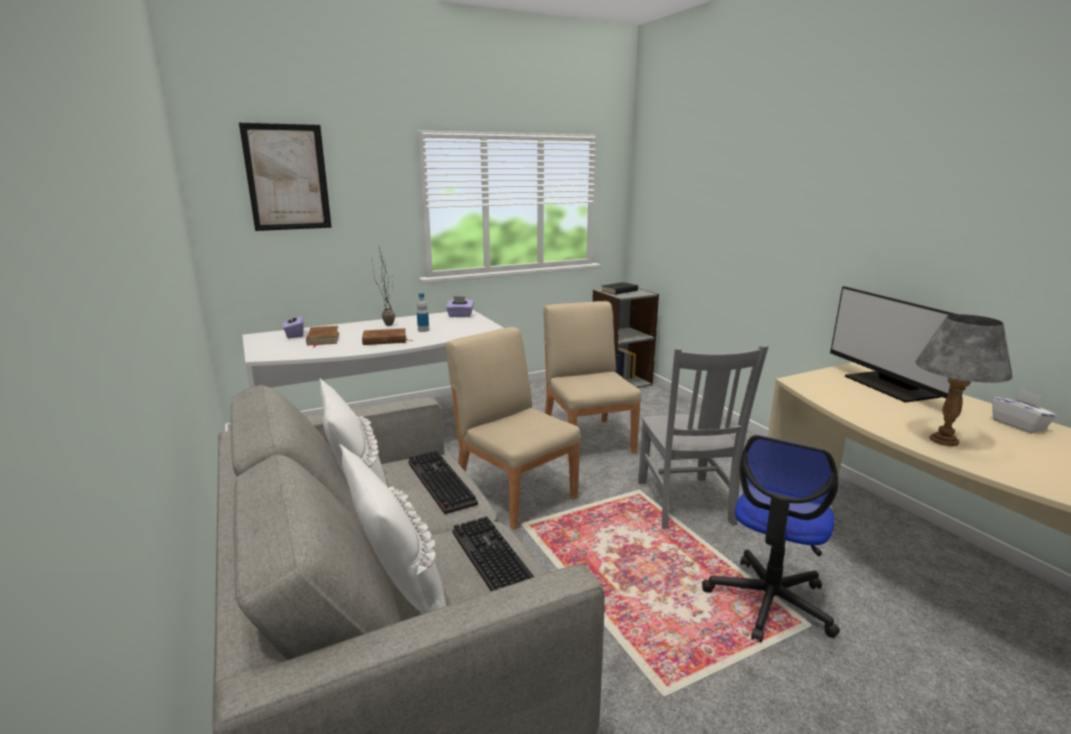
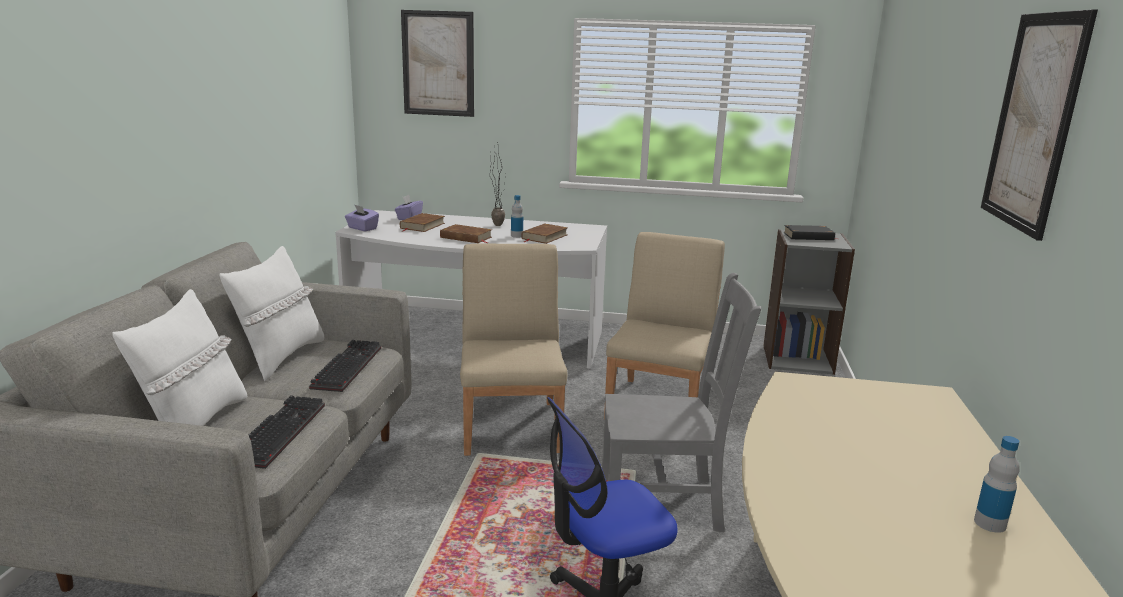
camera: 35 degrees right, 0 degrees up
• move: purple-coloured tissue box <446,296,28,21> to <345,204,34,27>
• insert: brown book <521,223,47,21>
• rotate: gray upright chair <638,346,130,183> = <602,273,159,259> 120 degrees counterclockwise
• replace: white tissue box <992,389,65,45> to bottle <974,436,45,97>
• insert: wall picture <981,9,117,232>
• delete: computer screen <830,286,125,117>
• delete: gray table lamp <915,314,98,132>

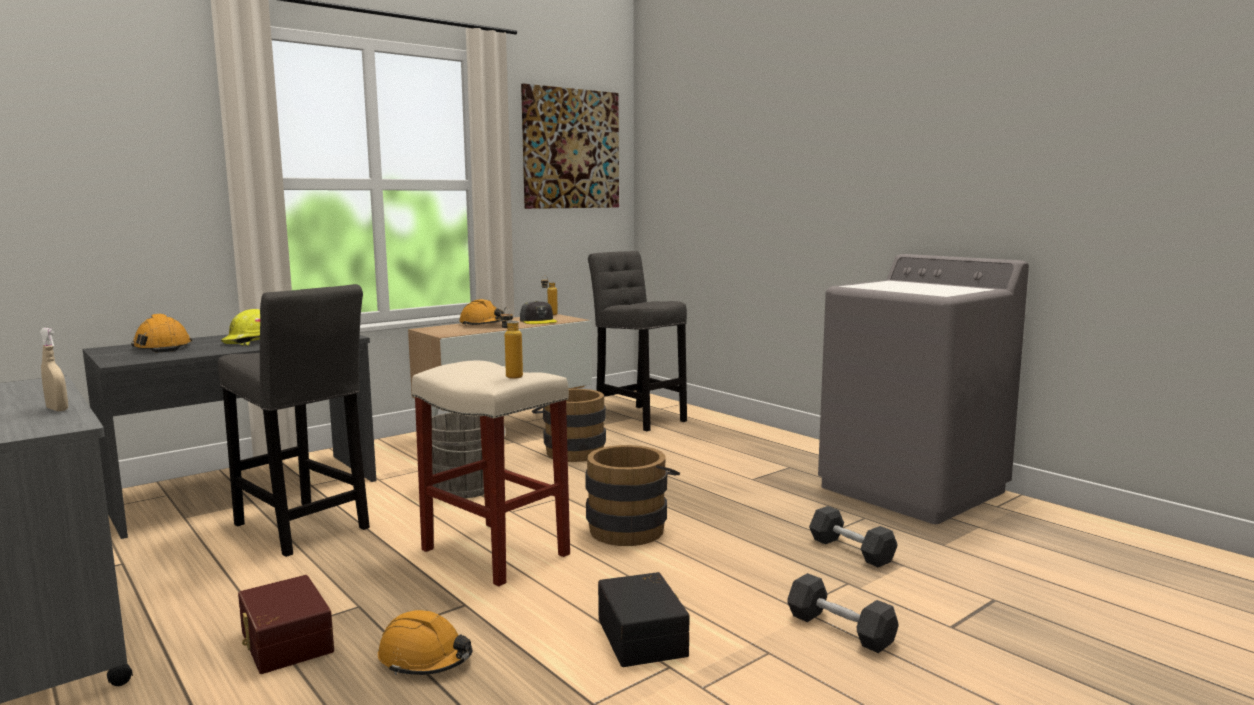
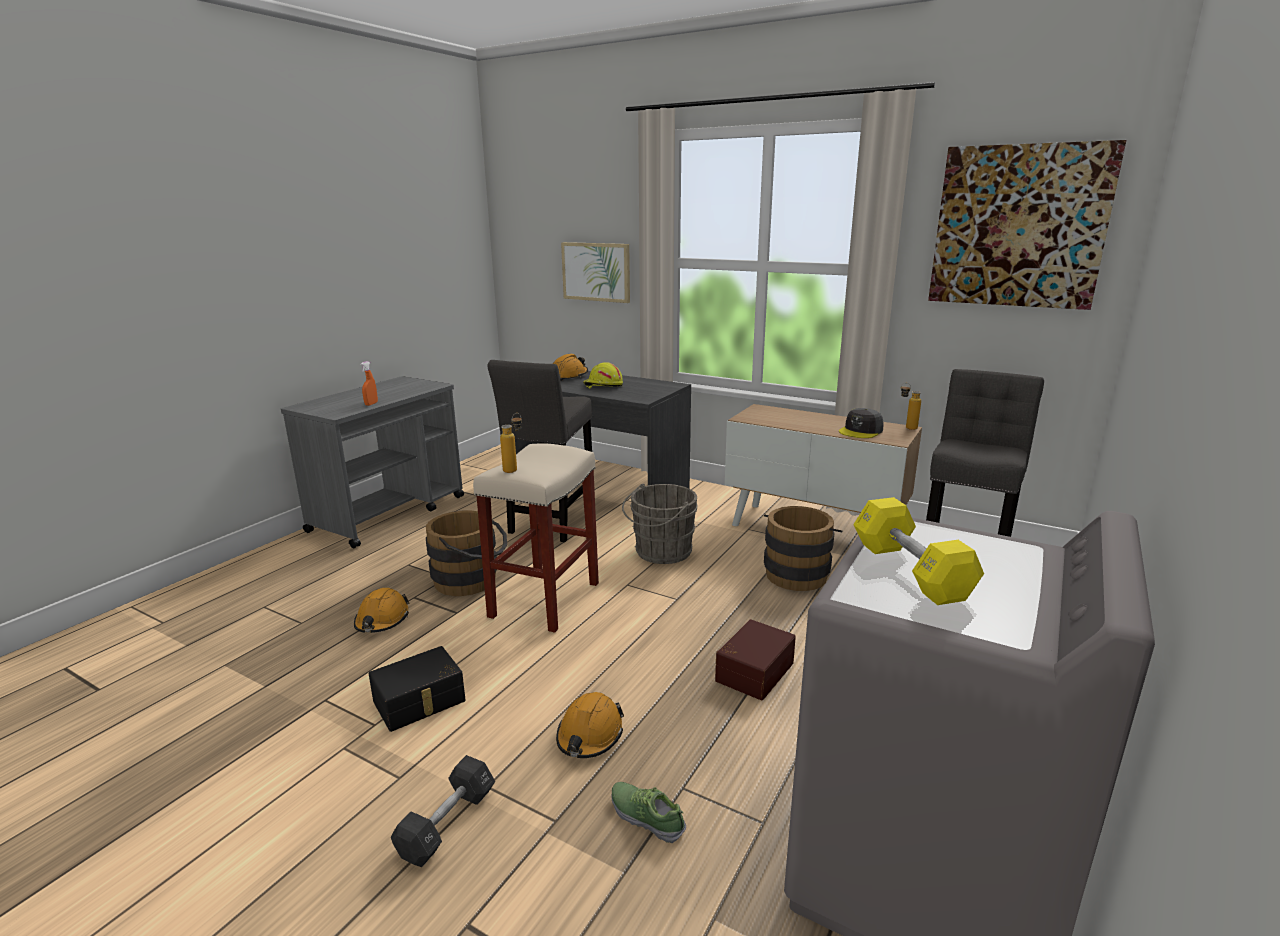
camera: 70 degrees right, 10 degrees up
• recolor: sand-coloured sprayer <40,328,28,83> to orange-coloured sprayer <360,361,18,45>
• move: brown water bucket <585,445,95,101> to <426,511,81,85>
• move: orange-coloured hard hat <459,299,45,27> to <556,692,68,66>
• insert: wall picture <561,242,69,61>
• replace: blackish dumbbell <809,506,89,61> to shoe <611,782,75,61>
• move: brown storage box <238,575,96,99> to <715,619,81,81>
• insert: yellow dumbbell <853,497,131,108>

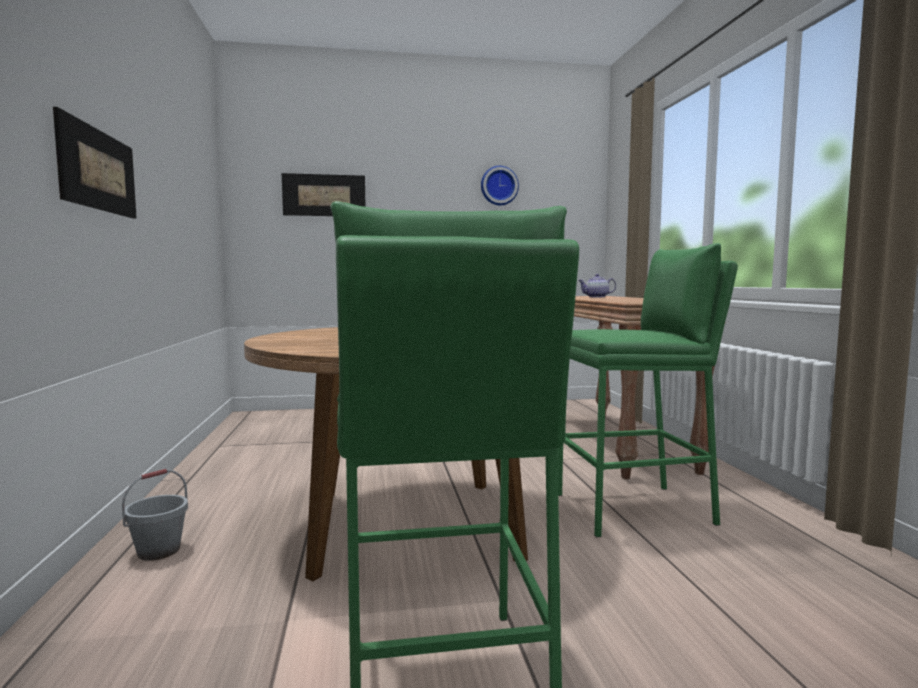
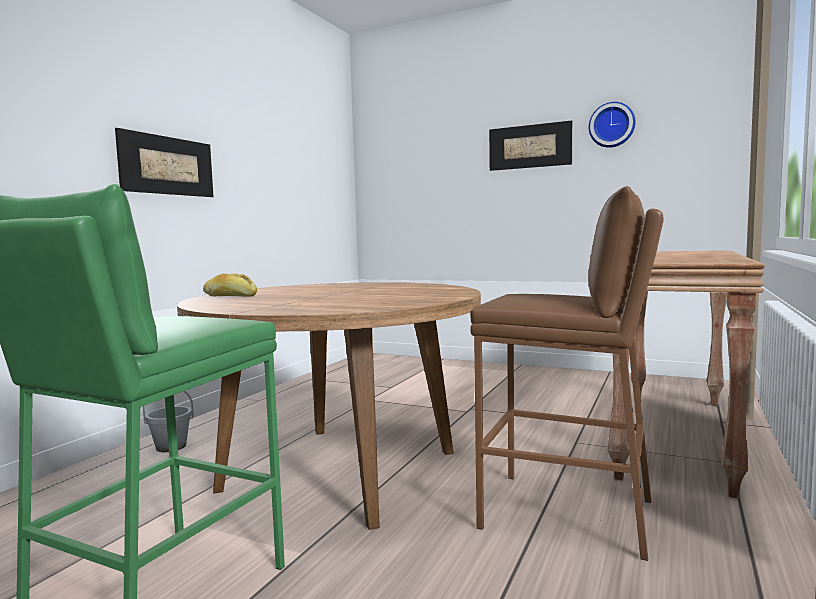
camera: 35 degrees right, 0 degrees up
• insert: baked bread <203,273,54,24>
• recolor: greenish sitting stool <558,243,180,294> to brown sitting stool <470,186,194,375>
• move: wall picture <282,173,84,43> to <489,120,83,51>
• delete: teapot <578,274,38,23>

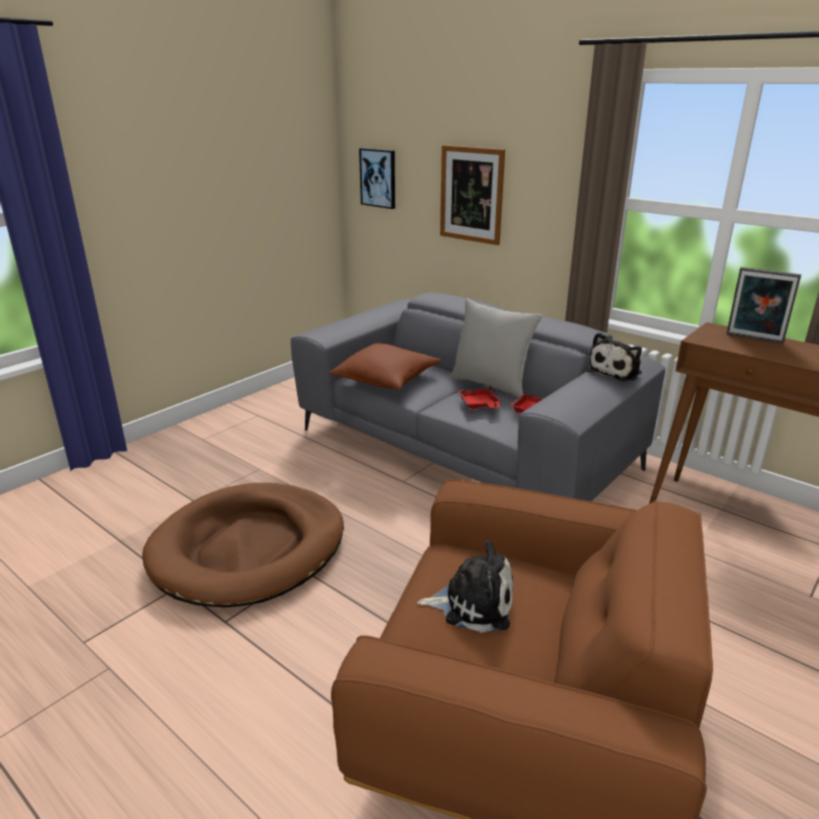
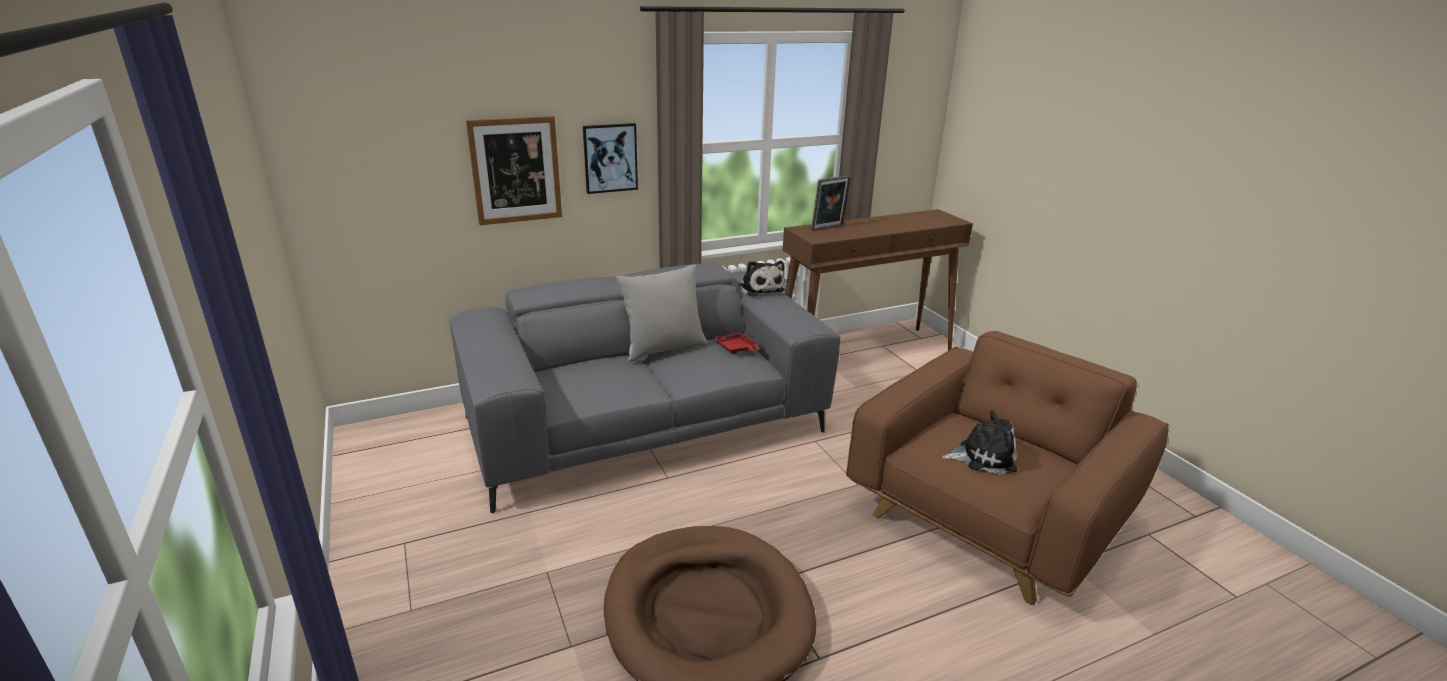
camera: 65 degrees left, 0 degrees up
• move: wall picture <359,148,36,61> to <583,123,55,71>
• rotate: cuddly toy <417,540,97,93> = <942,410,75,65> 60 degrees clockwise
• delete: brown cushion <329,343,113,47>
• delete: red tray <458,385,43,24>

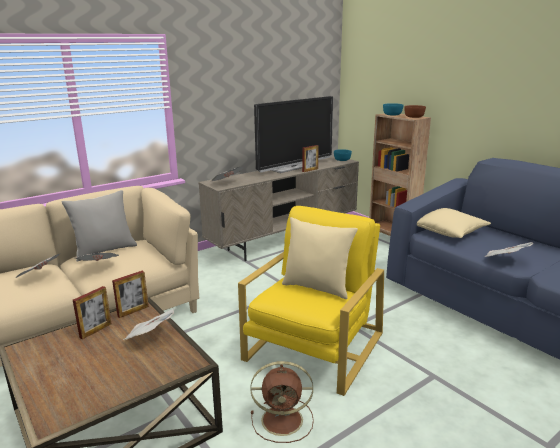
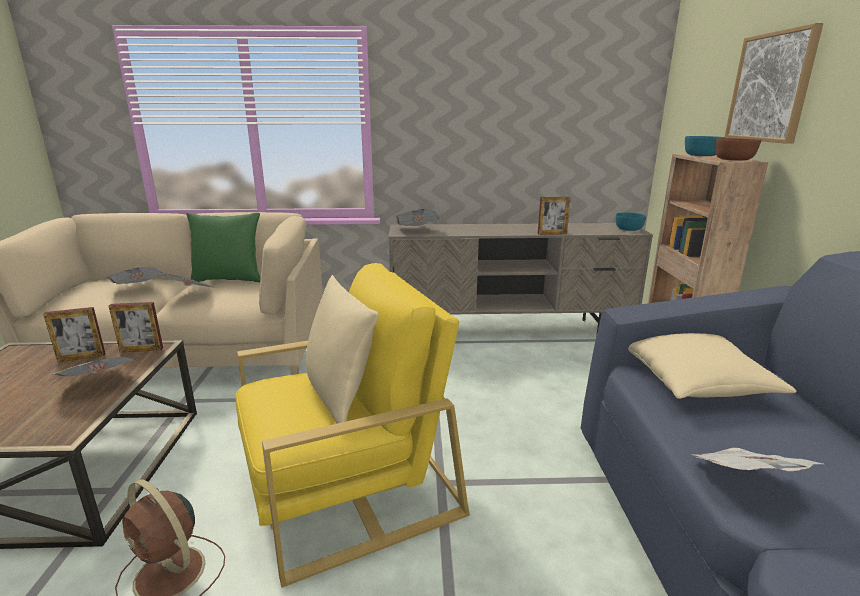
camera: 35 degrees right, 0 degrees up
• recolor: gray cushion <62,190,75,72> to greenish cushion <187,213,74,69>
• insert: wall picture <725,23,98,121>
• delete: TV set <254,96,79,77>

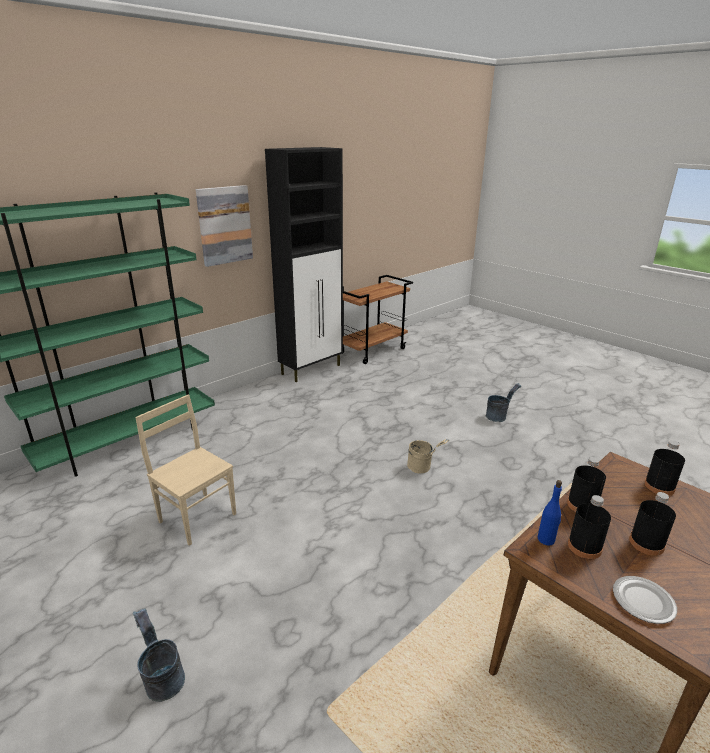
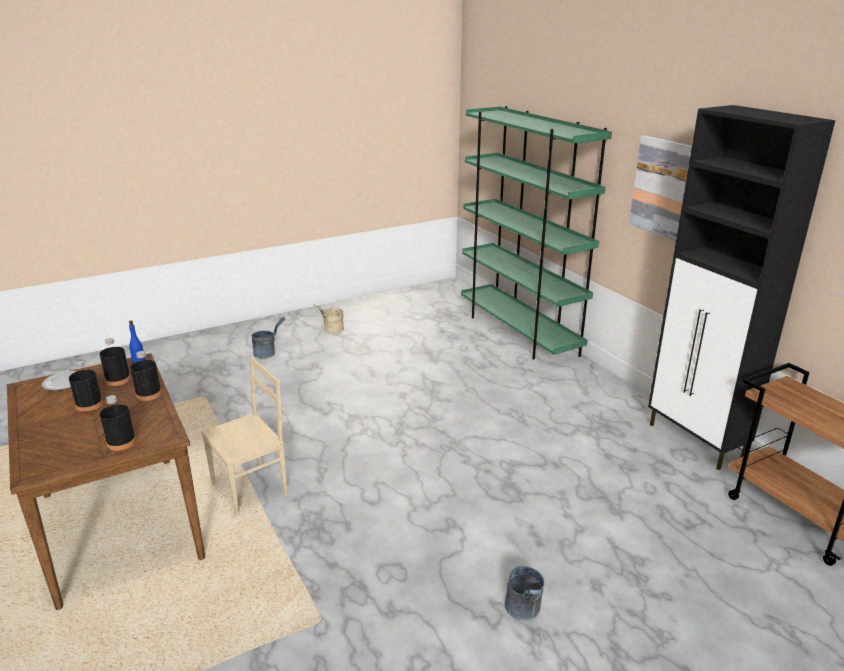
camera: 105 degrees right, 0 degrees up
• move: sand-coloured upright chair <135,394,101,152> to <201,357,87,159>
• move: sand-coloured water bucket <407,439,42,34> to <312,304,32,30>

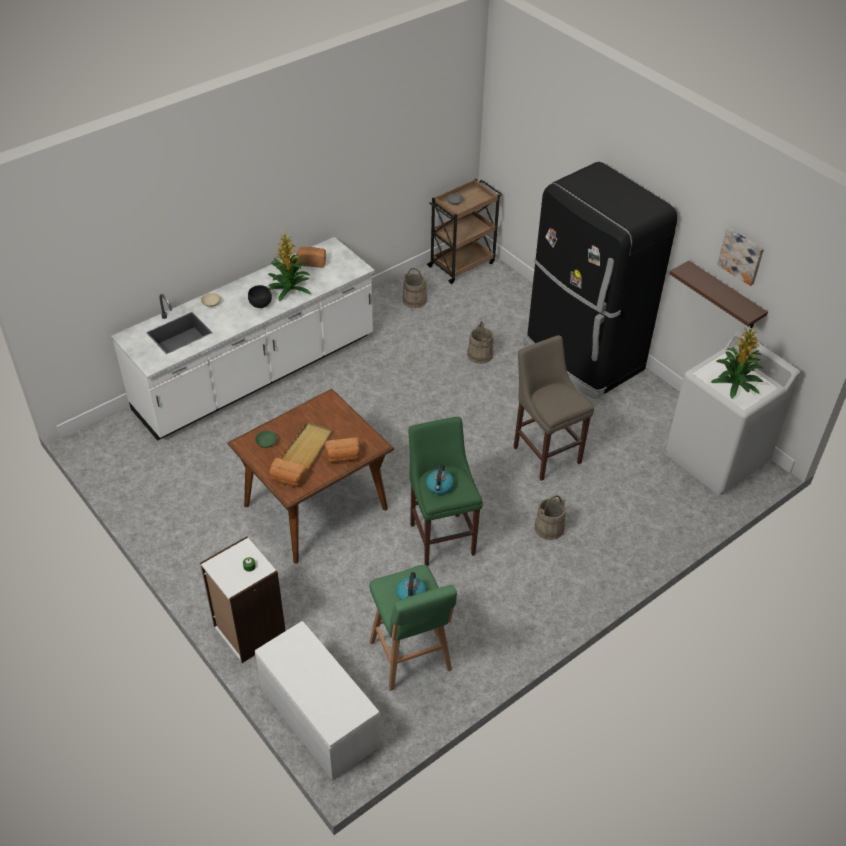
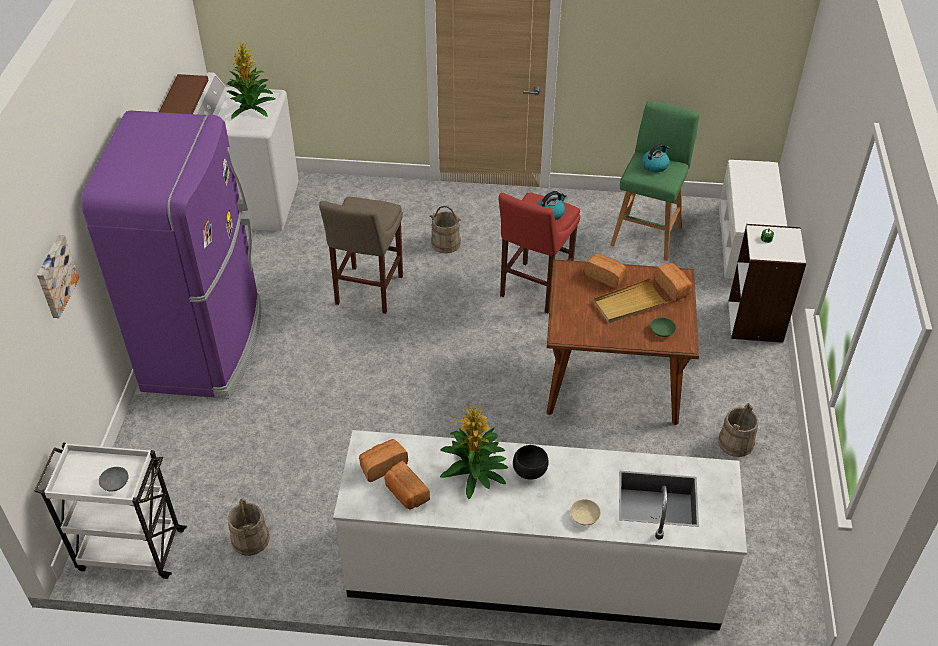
camera: 135 degrees left, 0 degrees up
• recolor: brown trolley <427,179,75,105> to white trolley <34,443,153,136>
• move: wall picture <717,228,47,58> to <37,235,42,83>
• recolor: blackish fridge <523,162,155,237> to purple-coloured fridge <81,111,180,288>
• insert: baked bread <359,439,49,43>
• recolor: greenish sitting stool <408,417,75,149> to red sitting stool <498,192,83,121>
• move: sand-coloured water bucket <468,321,26,43> to <718,403,40,54>

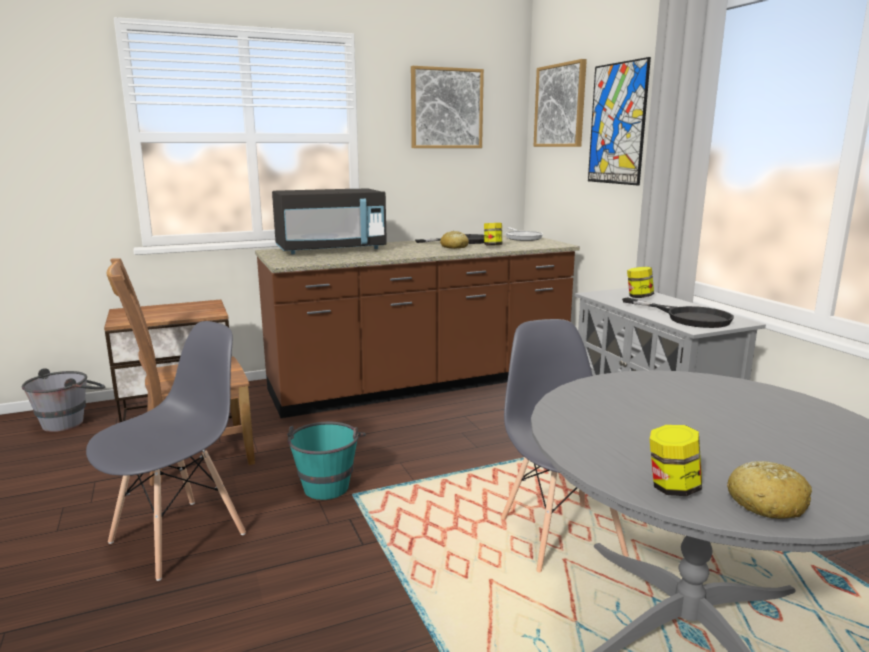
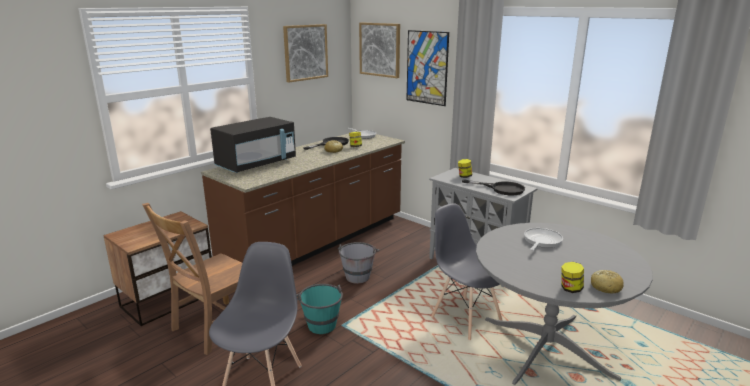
camera: 25 degrees left, 5 degrees up
• move: gray water bucket <22,368,83,64> to <338,242,41,42>
• insert: pan <524,228,39,23>

